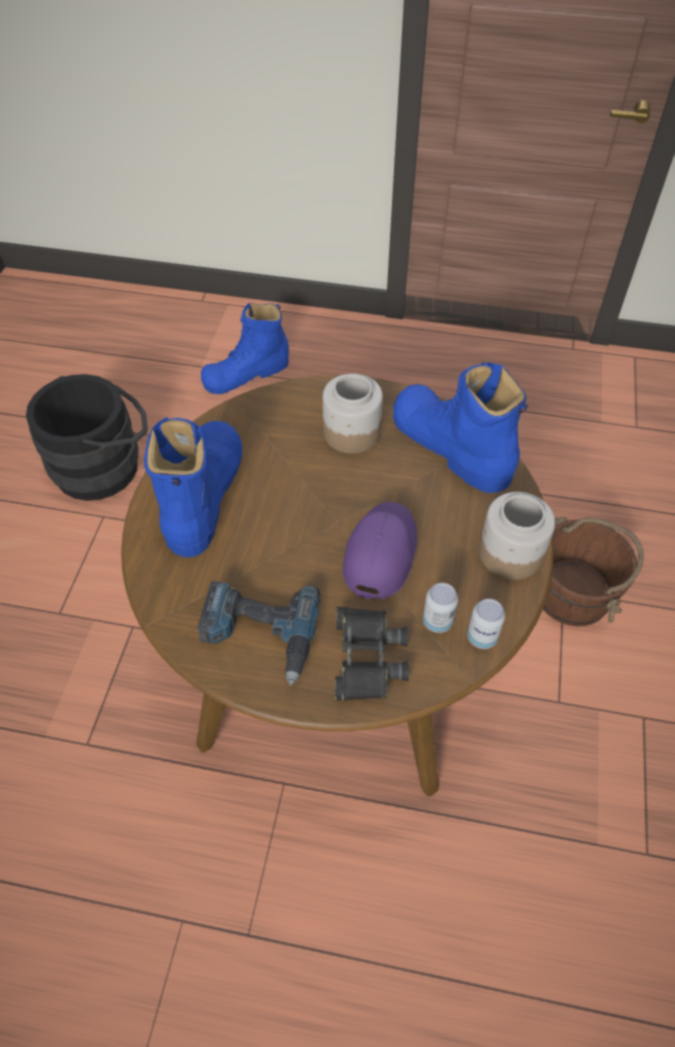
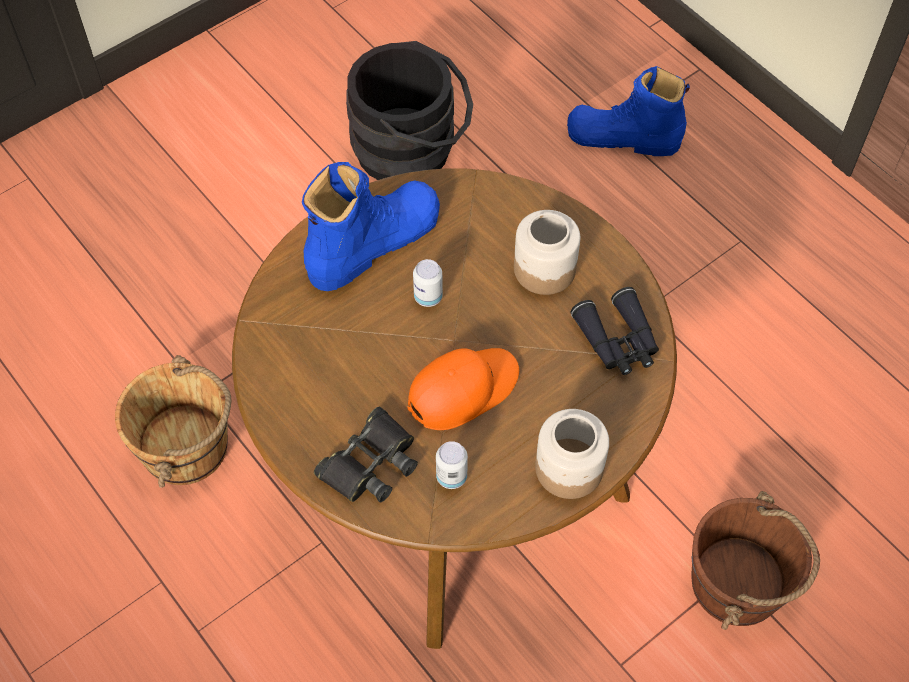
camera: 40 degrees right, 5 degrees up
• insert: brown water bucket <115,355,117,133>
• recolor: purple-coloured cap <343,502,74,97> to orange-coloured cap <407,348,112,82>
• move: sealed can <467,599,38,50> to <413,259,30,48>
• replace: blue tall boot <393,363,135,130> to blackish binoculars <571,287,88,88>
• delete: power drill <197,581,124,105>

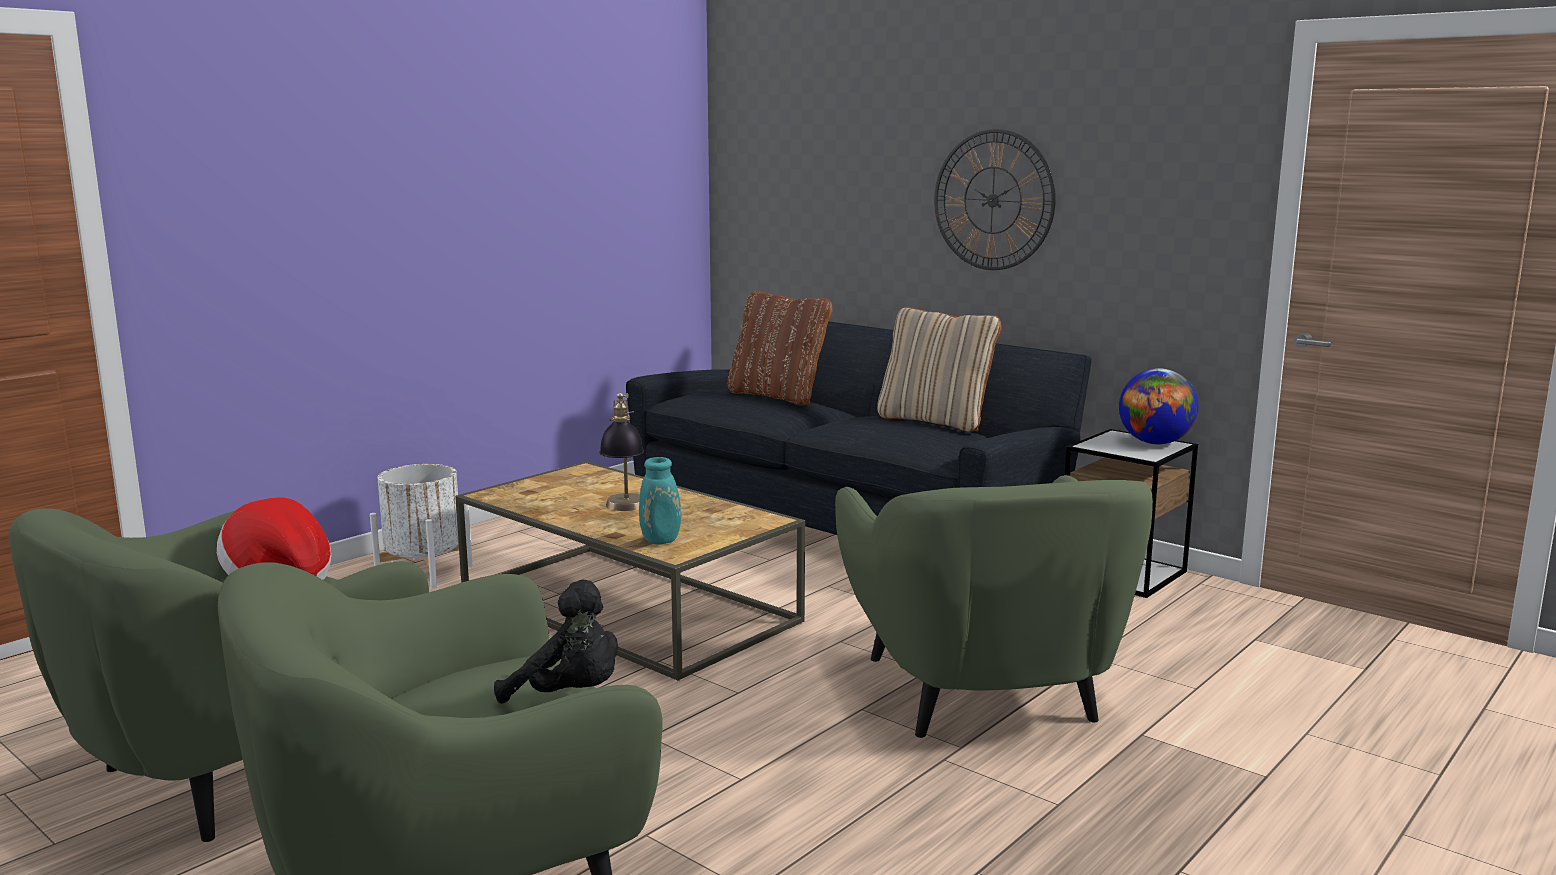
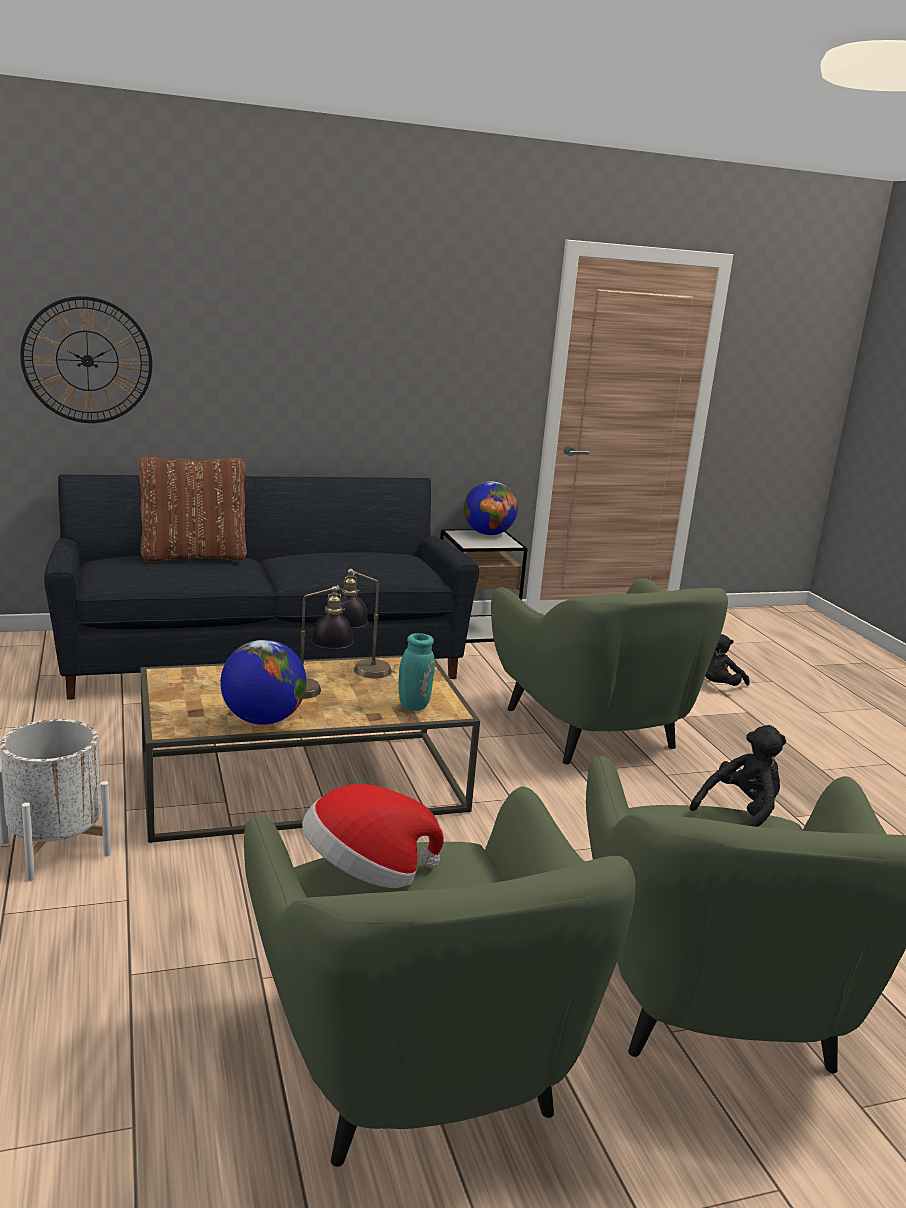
camera: 60 degrees left, 5 degrees up
• move: wall clock <934,129,122,141> to <20,296,132,127>
• insert: desk globe <220,640,87,85>
• insert: table lamp <339,569,53,109>
• rotate: greenish easy chair <835,475,318,263> = <491,578,237,186> 45 degrees clockwise
• insert: blackish cuddly toy <705,634,45,52>
• delete: sand-coloured cushion <877,307,125,125>

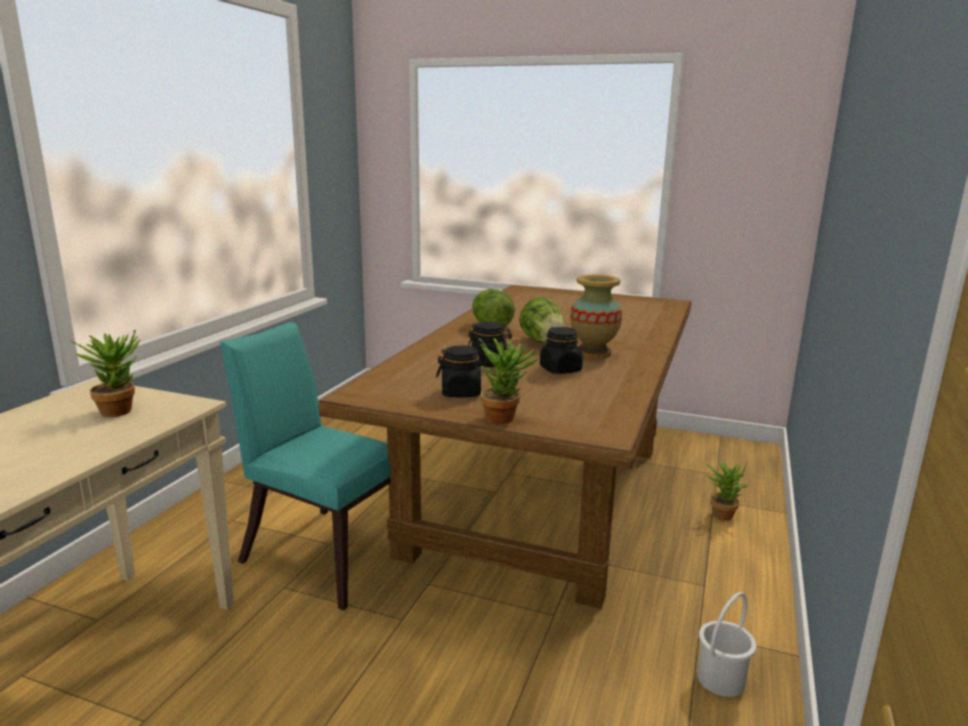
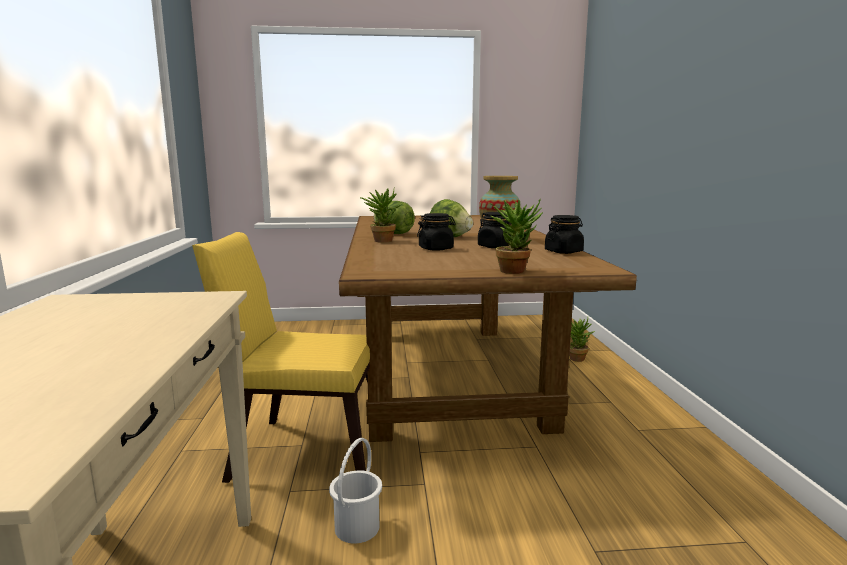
camera: 25 degrees left, 5 degrees down
• recolor: turquoise upright chair <220,322,171,289> to yellow upright chair <192,232,178,251>
• move: white water bucket <698,592,59,105> to <329,438,53,105>
• move: plant in a pot <69,330,71,87> to <360,188,41,55>
• move: blackish storage jar <436,345,51,53> to <545,215,39,39>

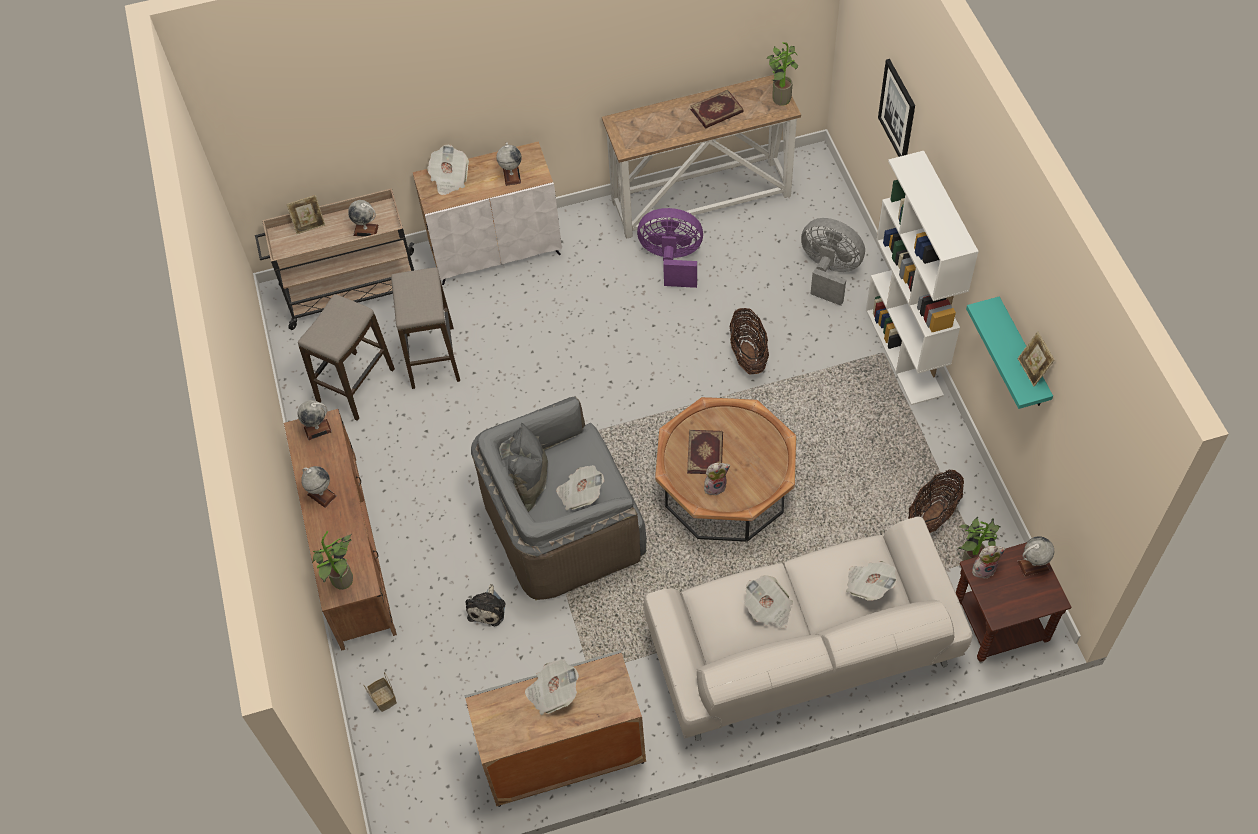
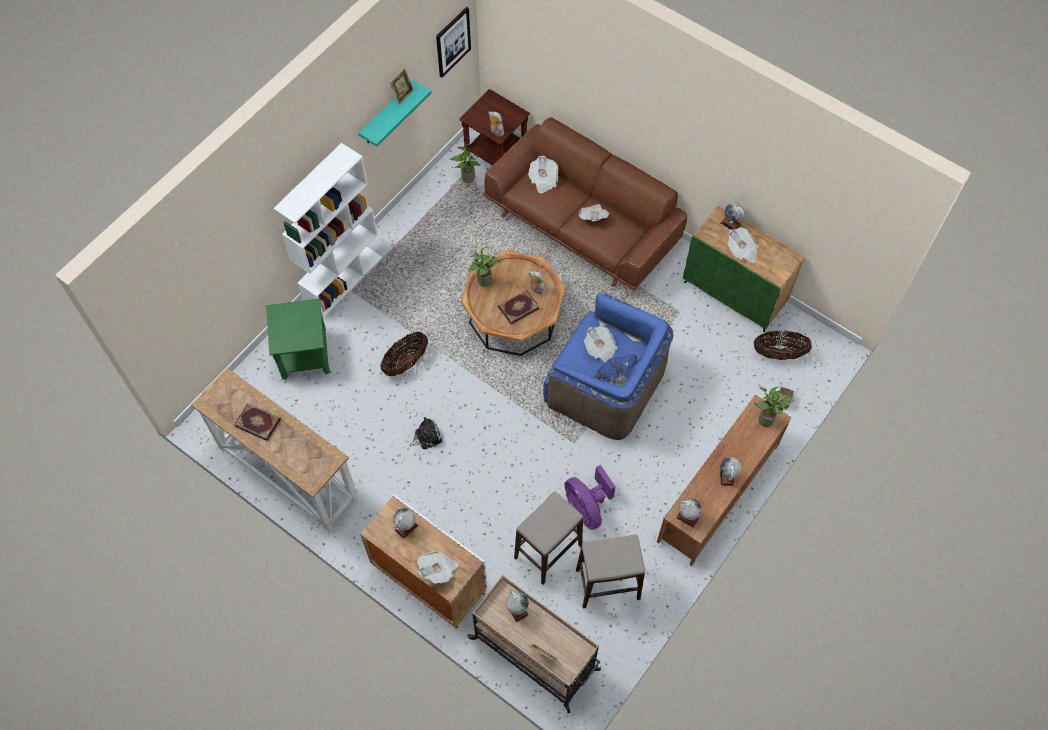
camera: 130 degrees left, 5 degrees up
• replace: gray cooling fan <801,218,64,88> to greenish side table <266,298,64,82>
• move: cuddly toy <465,584,40,42> to <410,417,32,32>
• move: wall picture <878,59,37,98> to <436,7,35,71>
• move: plant in a pot <767,42,31,64> to <468,246,33,41>
• recolor: white settee <644,516,329,225> to brown settee <483,117,204,173>
• recolor: gray easy chair <471,396,176,204> to blue easy chair <543,291,131,149>
• move: purple-coloured cooling fan <637,208,66,80> to <565,465,50,65>
• recolor: gray storage cabinet <464,650,182,157> to greenish storage cabinet <683,206,122,126>
• move: desk globe <1017,536,37,41> to <720,202,24,28>
• move: household basket <908,470,56,63> to <754,330,58,30>

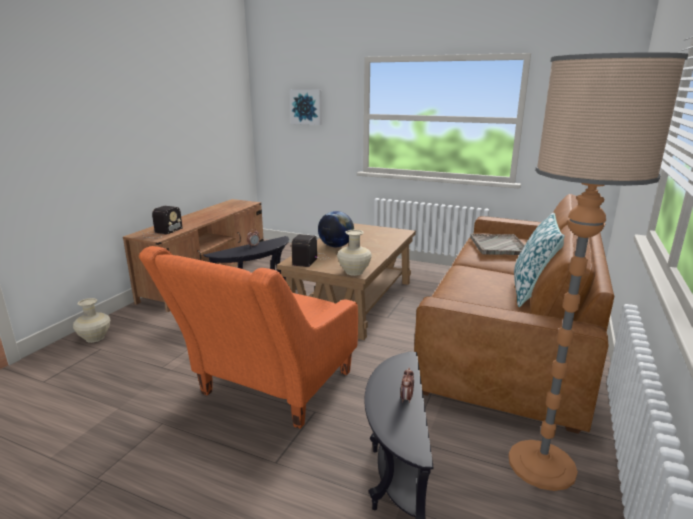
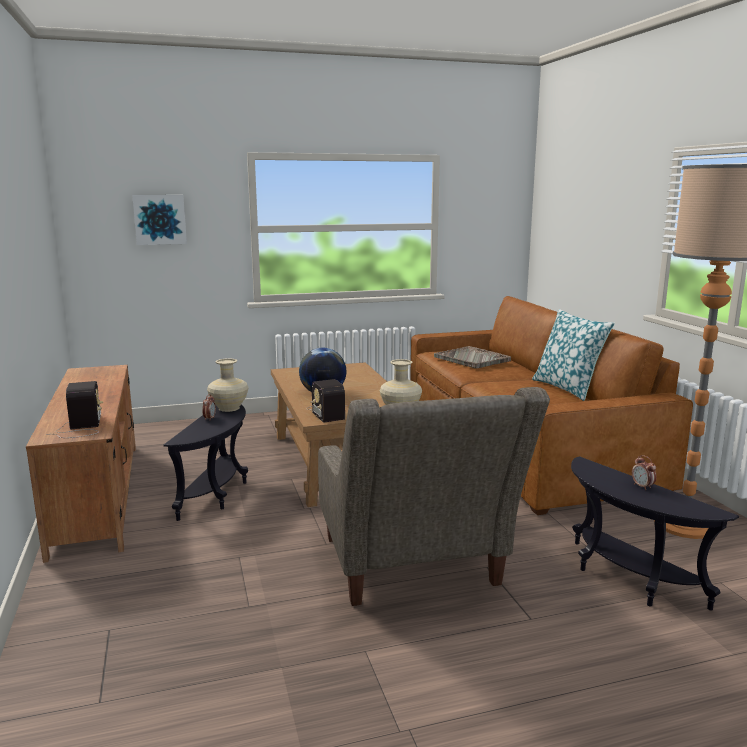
camera: 40 degrees left, 5 degrees down
• move: sand-coloured flower vase <73,298,37,45> to <207,358,42,54>
• recolor: orange-coloured easy chair <139,246,219,183> to gray easy chair <318,387,232,219>

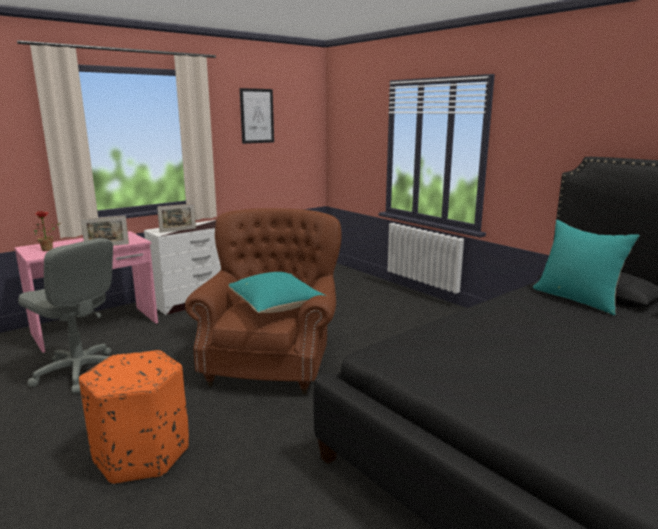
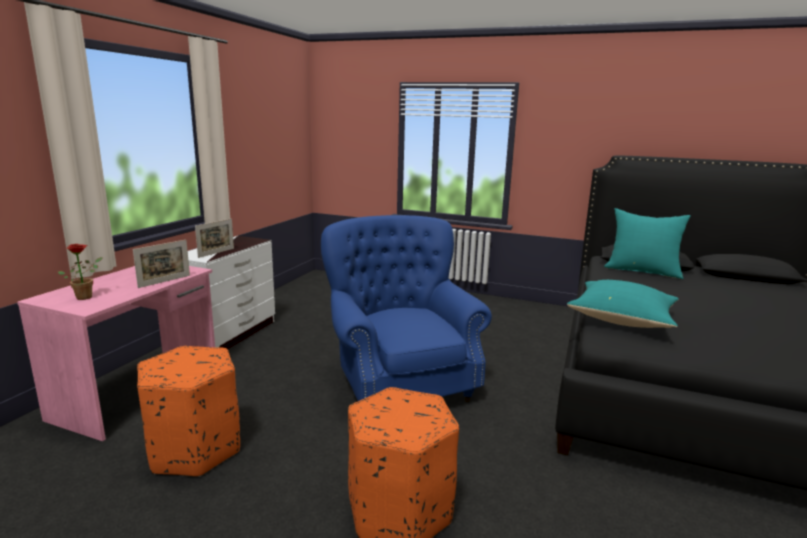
camera: 30 degrees left, 0 degrees up
• replace: gray desk chair <18,238,95,156> to orange-coloured pouffe <137,346,103,131>
• recolor: brown easy chair <185,208,156,186> to blue easy chair <321,215,171,187>
• move: turquoise cushion <229,272,97,41> to <567,280,112,48>
• delete: wall picture <240,88,34,56>

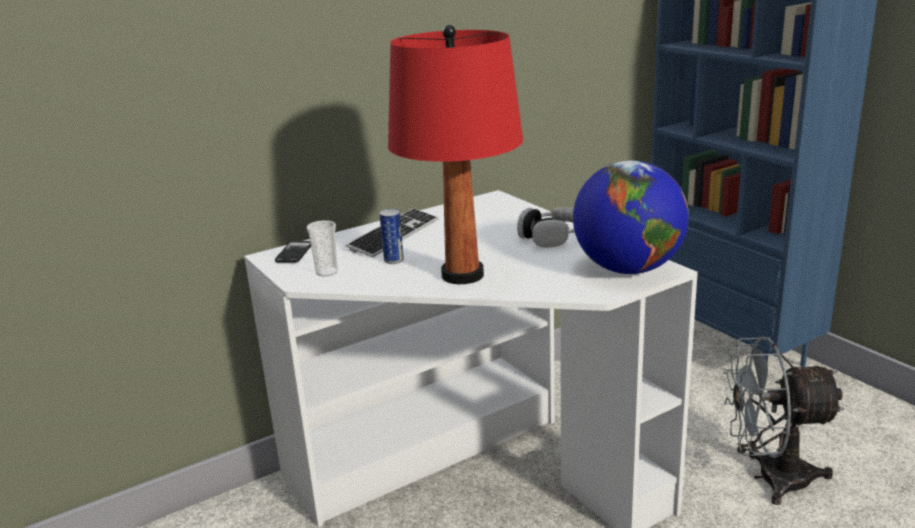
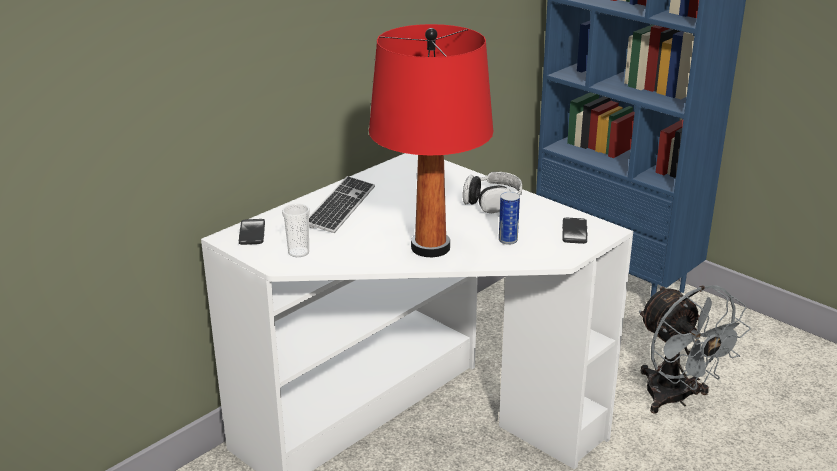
camera: 15 degrees left, 5 degrees up
• move: sealed can <379,209,25,55> to <499,192,21,53>
• replace: desk globe <573,161,116,113> to handset <562,218,25,26>
• rotate: gray cooling fan <723,337,122,168> = <639,285,112,129> 105 degrees counterclockwise

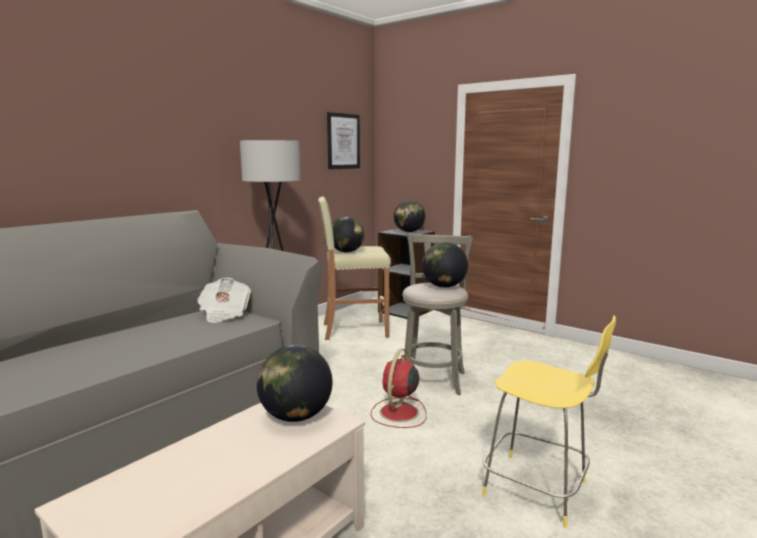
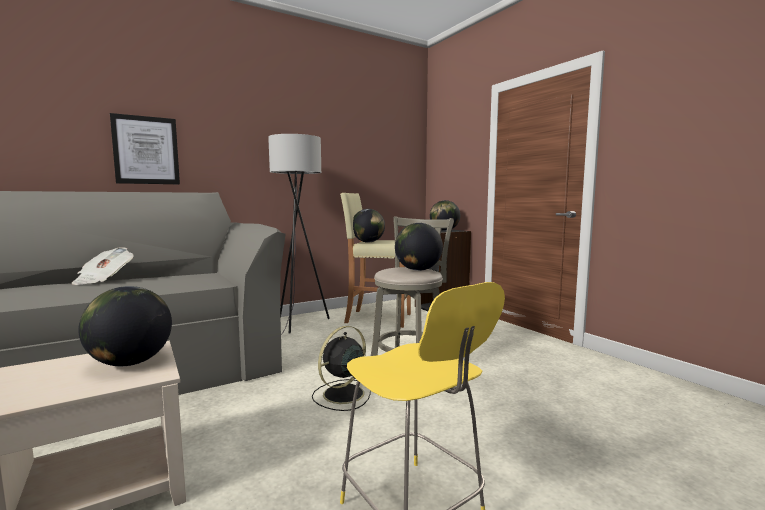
camera: 20 degrees right, 5 degrees down
• move: newspaper <197,278,54,45> to <71,247,63,38>
• move: wall picture <327,112,33,57> to <110,113,70,71>
• recolor: red cooling fan <371,348,56,80> to blackish cooling fan <312,326,59,85>

